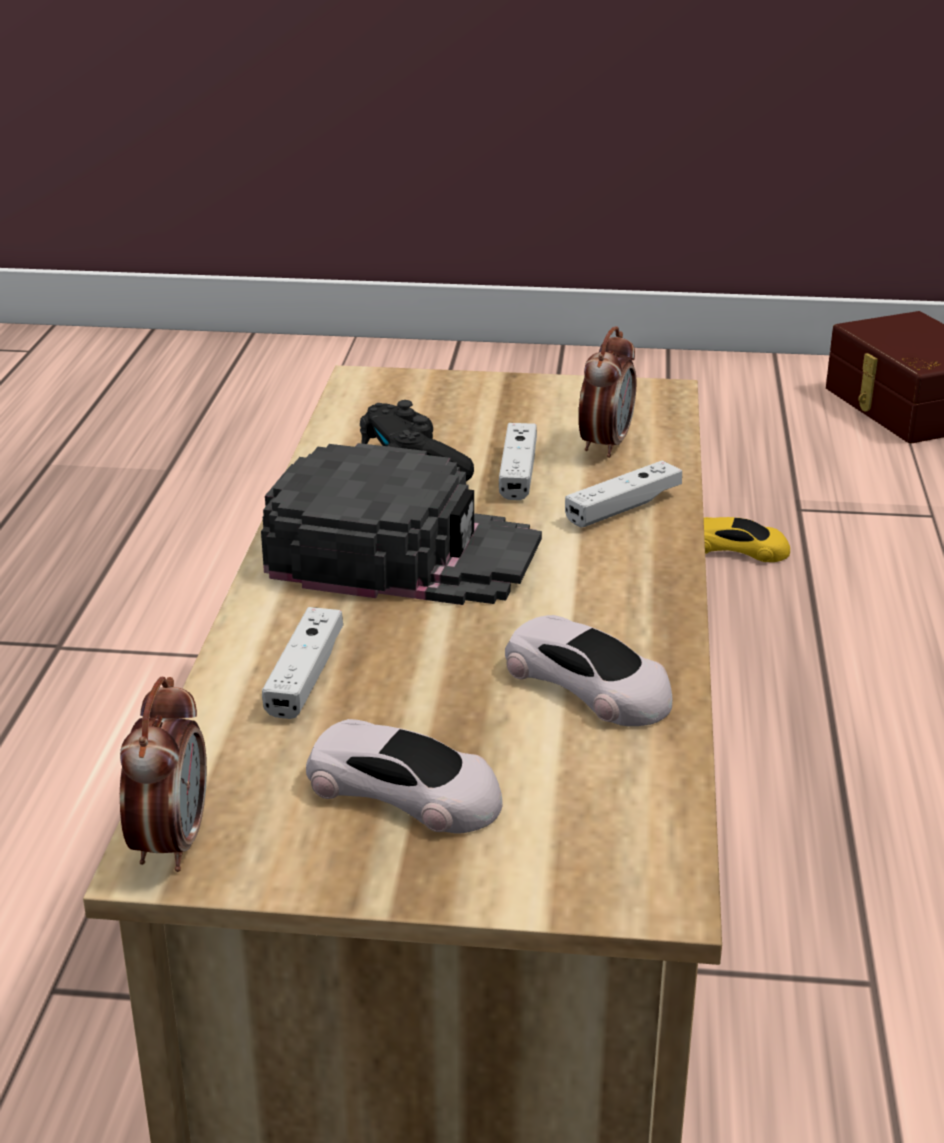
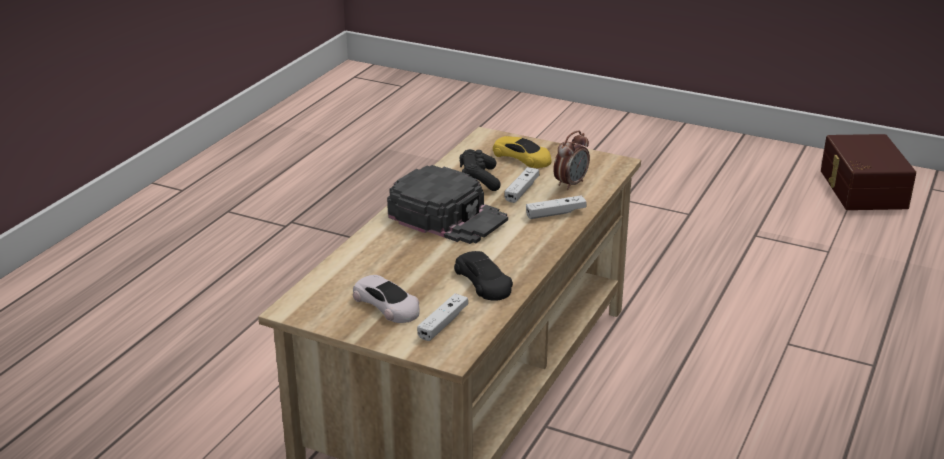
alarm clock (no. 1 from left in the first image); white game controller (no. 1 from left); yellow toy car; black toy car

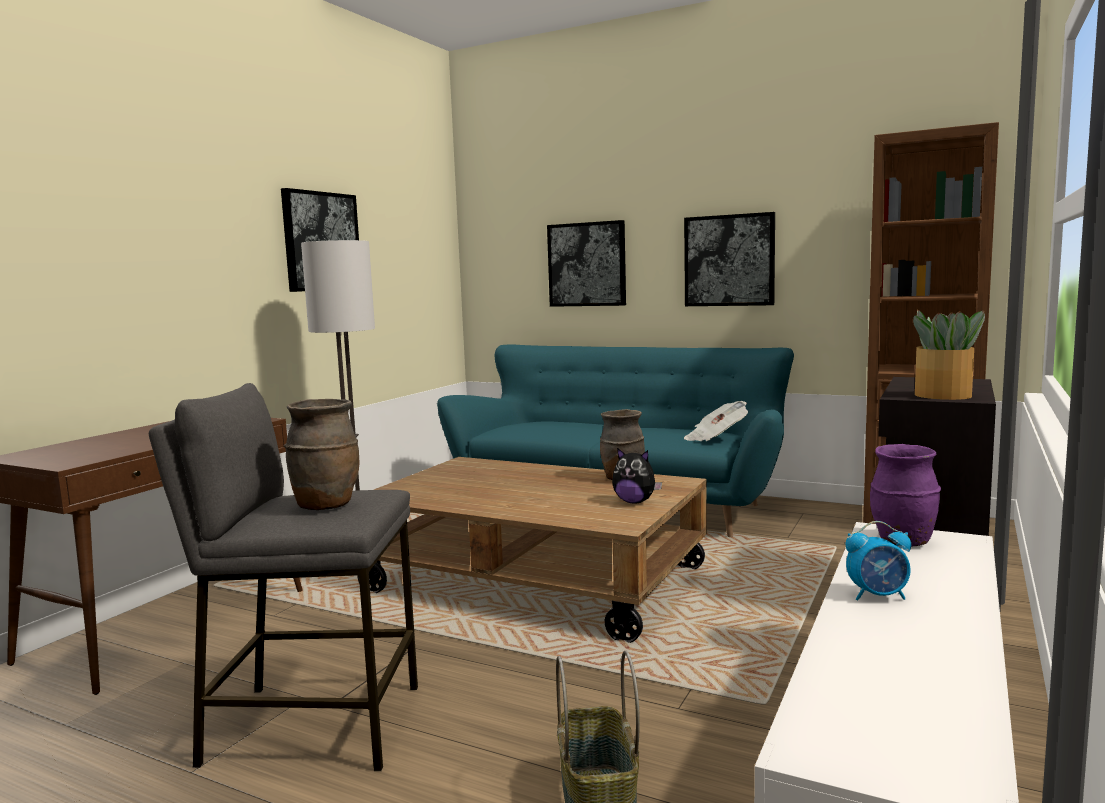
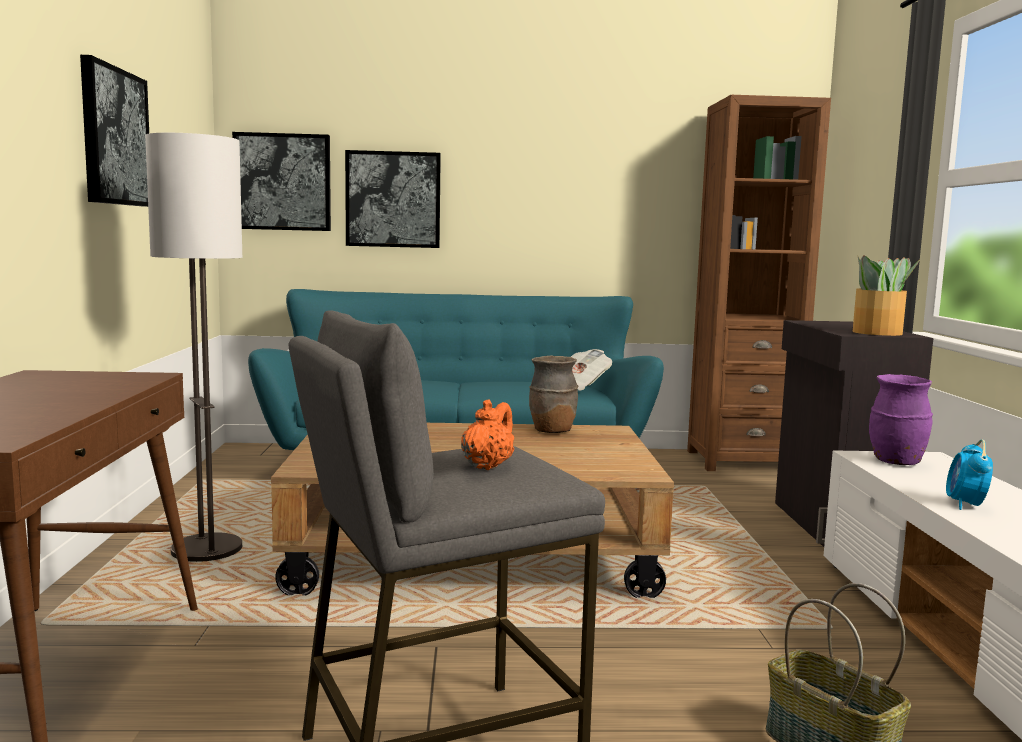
plush toy; picture (no. 2 from left); orange teapot; alarm clock

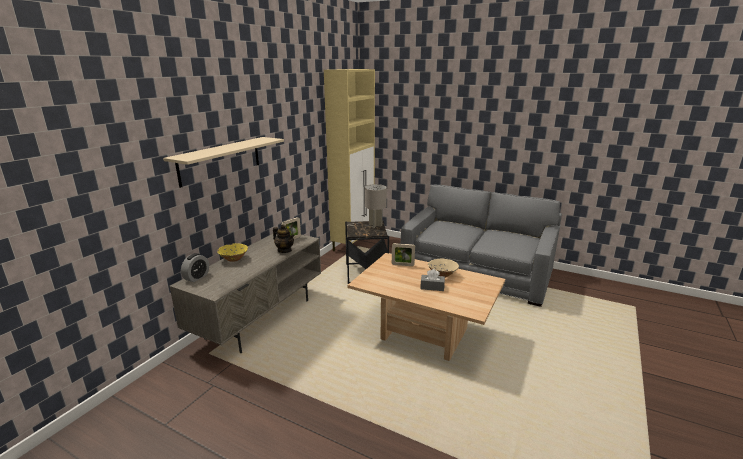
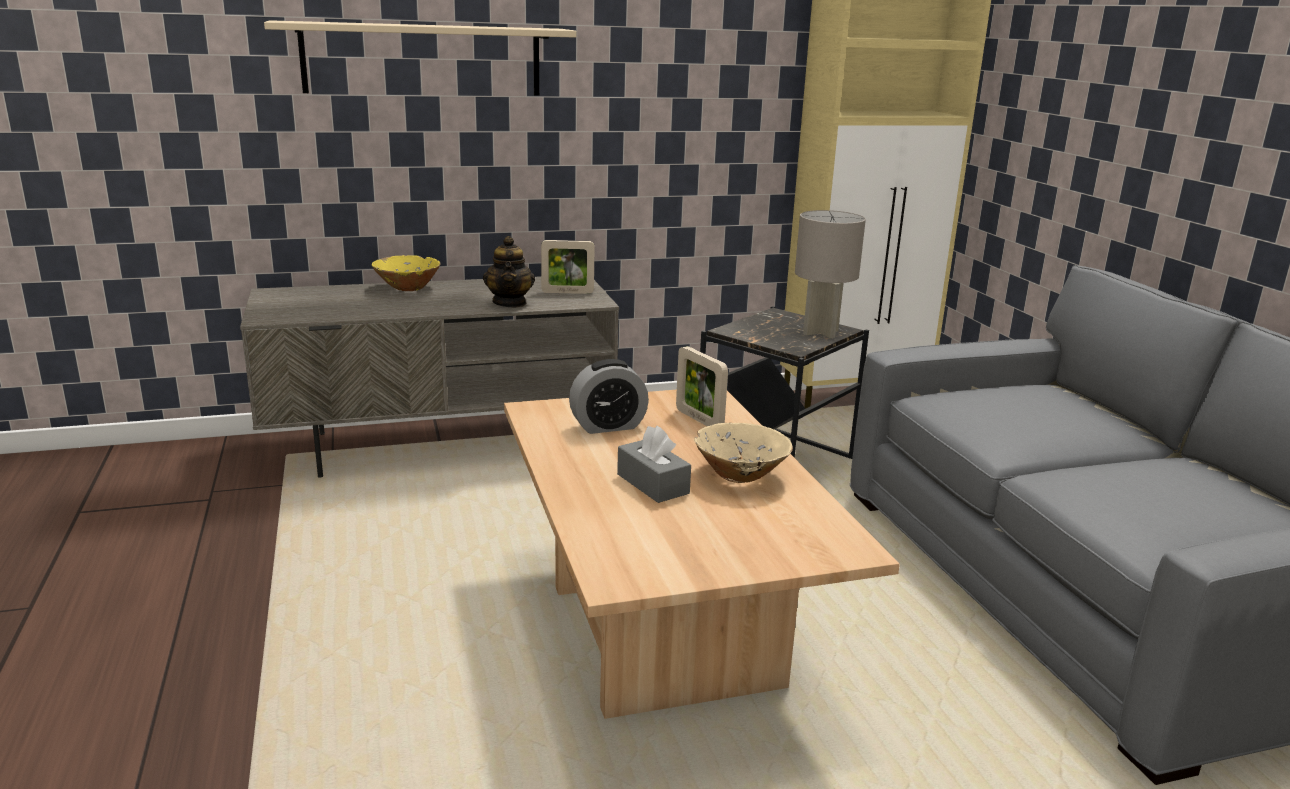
alarm clock

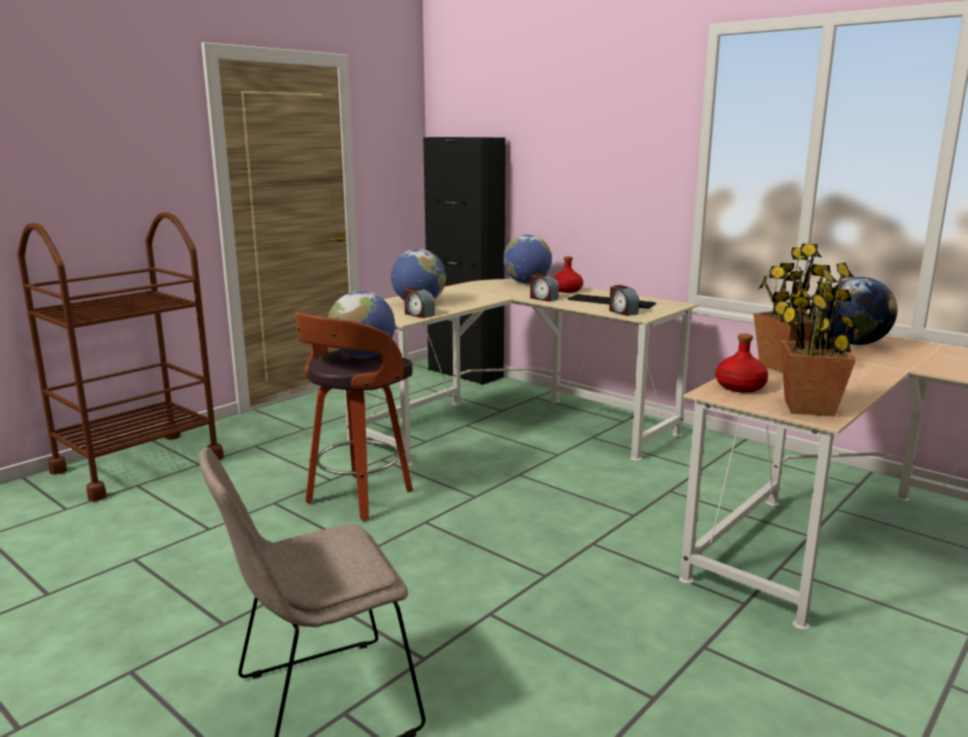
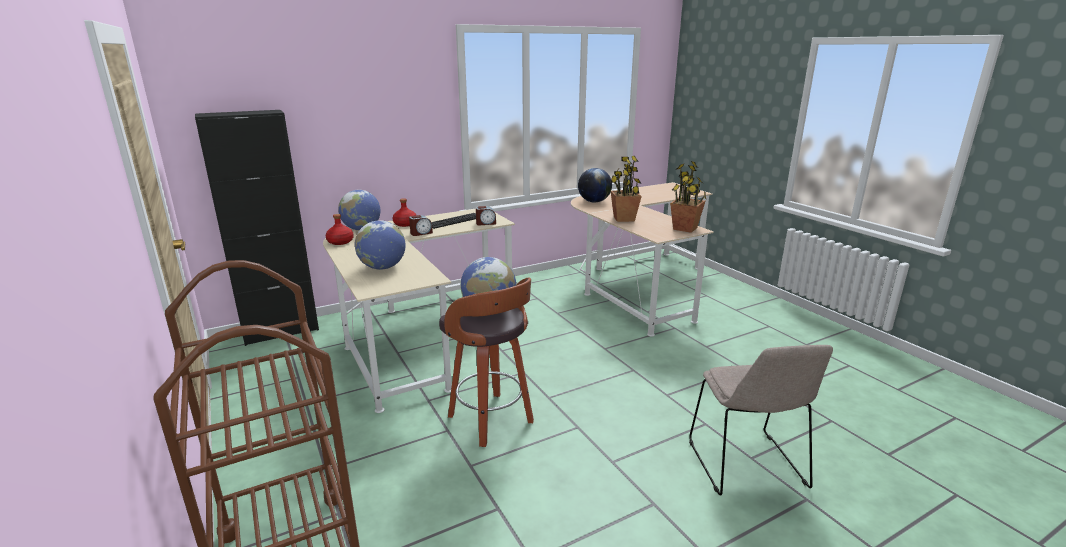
alarm clock (no. 1 from left in the first image); red bottle (no. 1 from left)

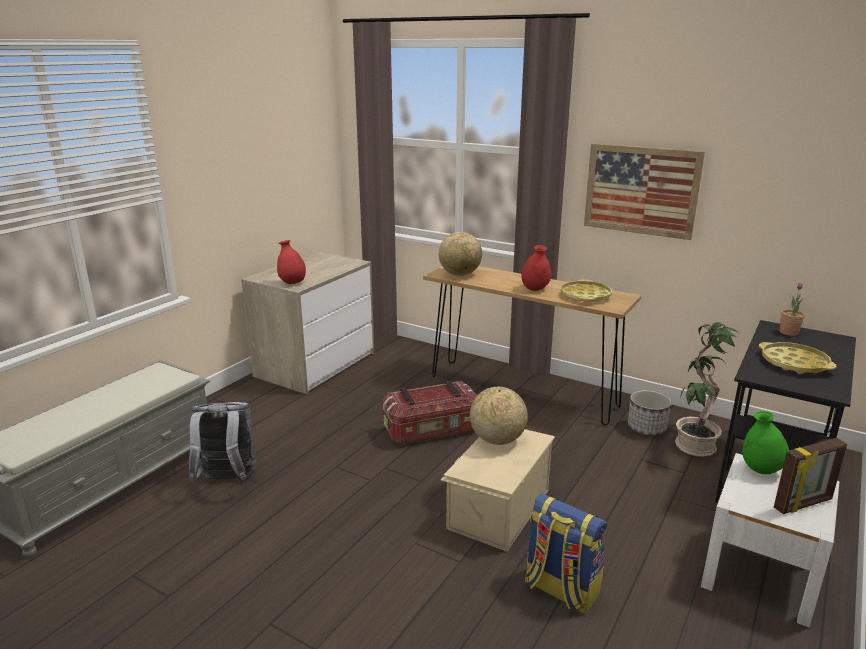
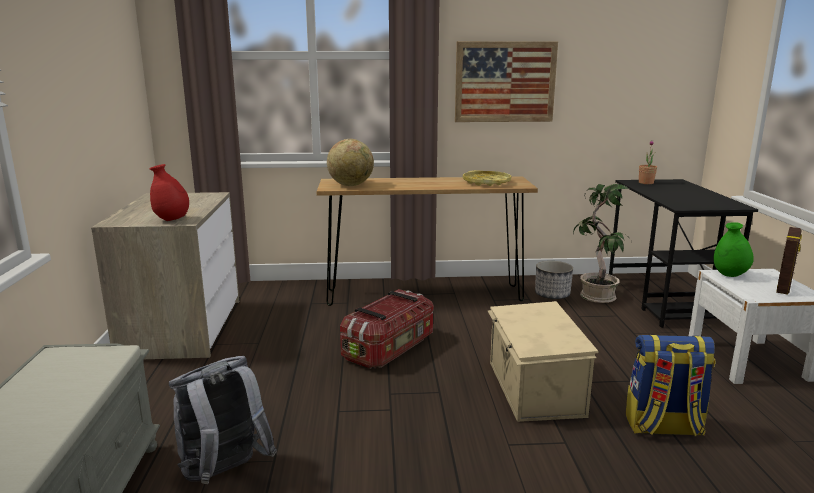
globe (no. 2 from left in the first image); red vase (no. 2 from left in the first image); yellow tray (no. 2 from left in the first image)

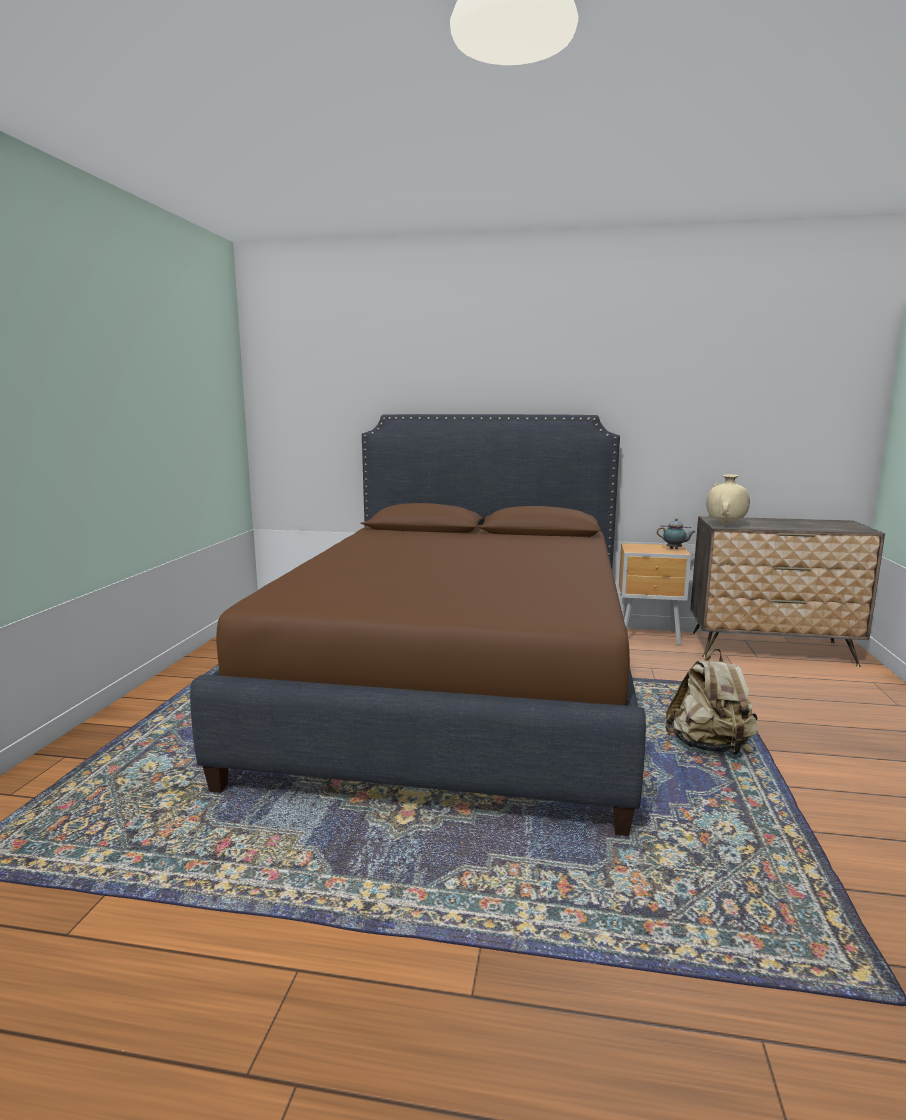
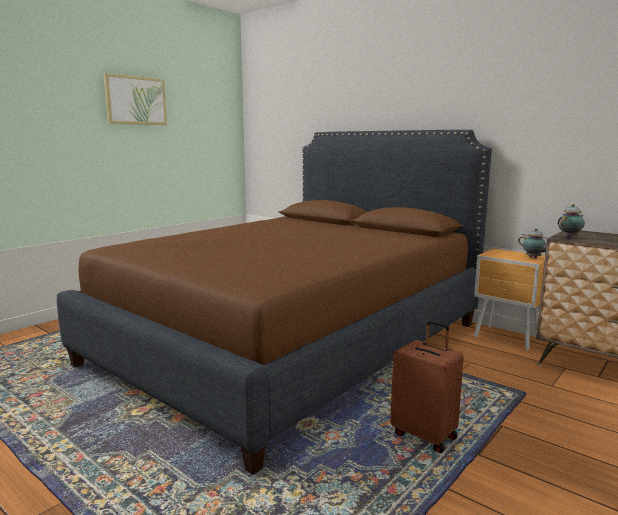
picture; brown suitcase; teapot (no. 2 from left)

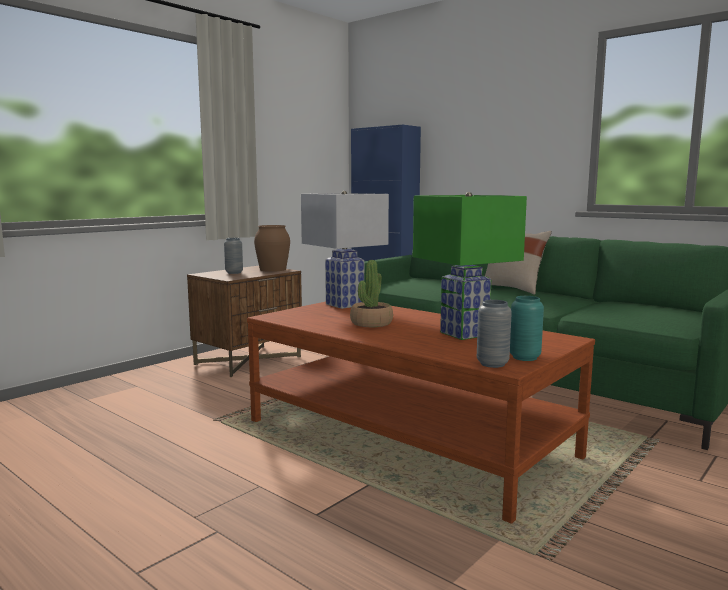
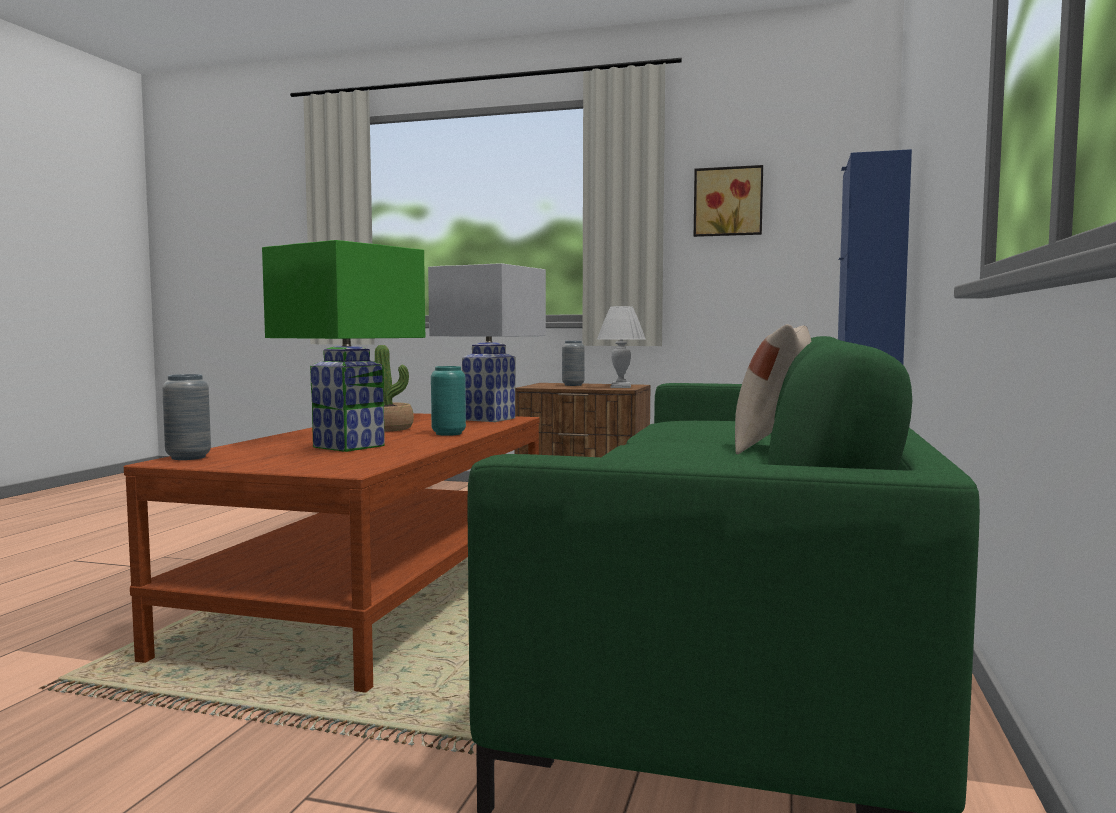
picture; turquoise vase; white table lamp (no. 2 from left)

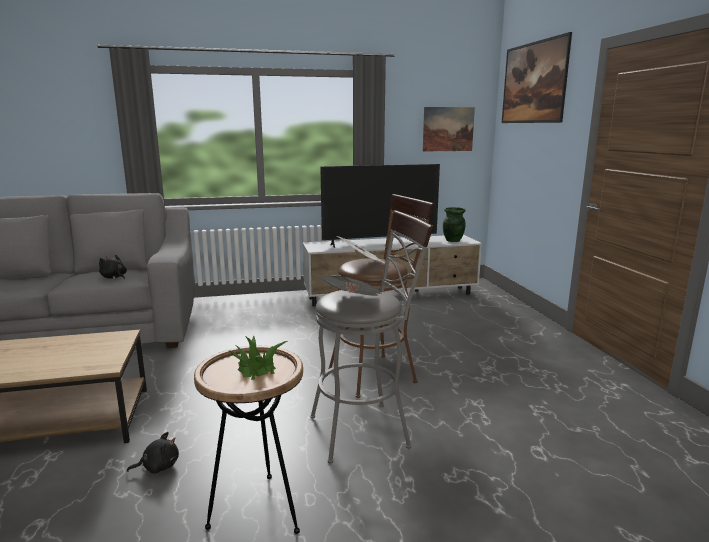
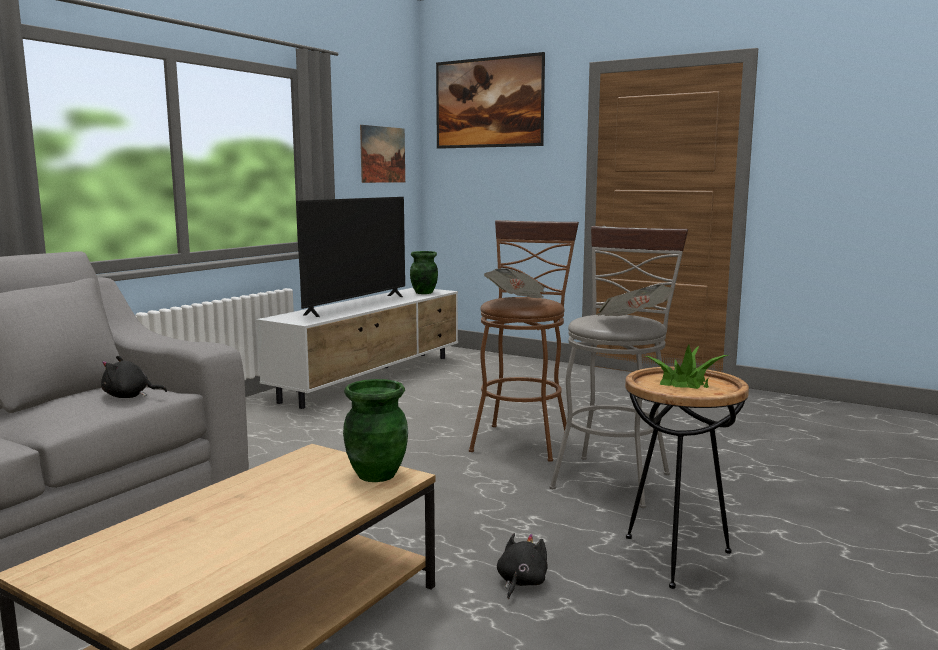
green vase (no. 1 from left)

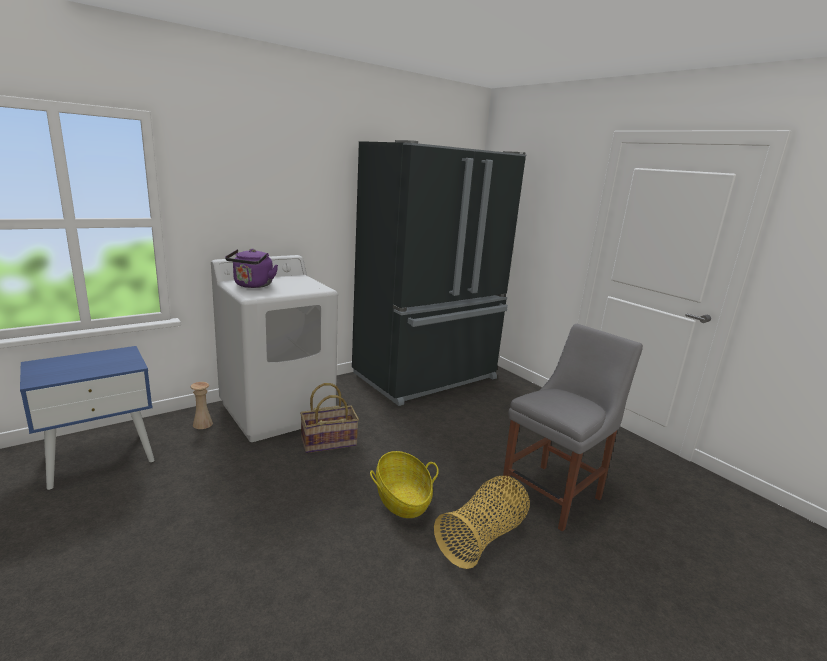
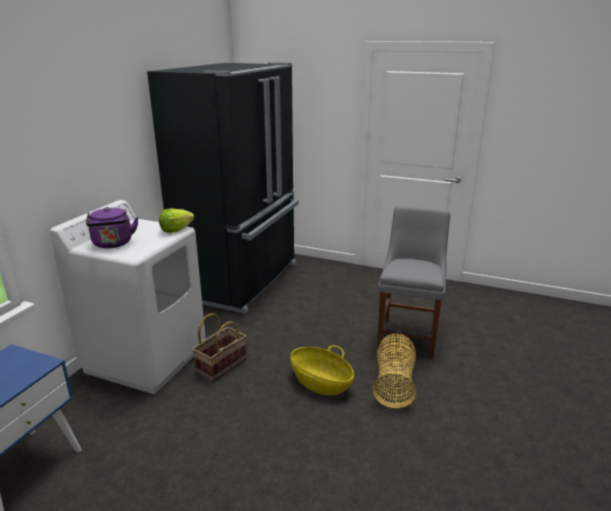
beige vase; lettuce

